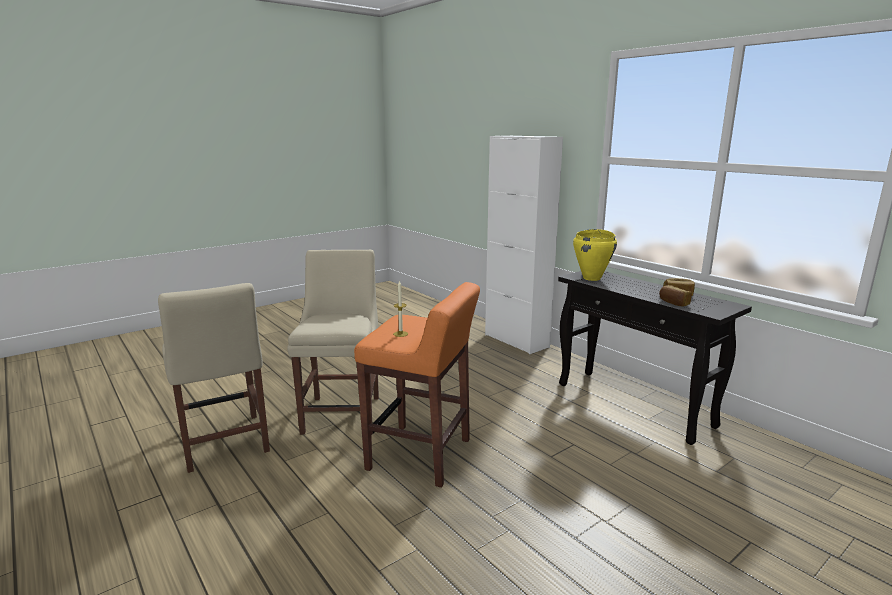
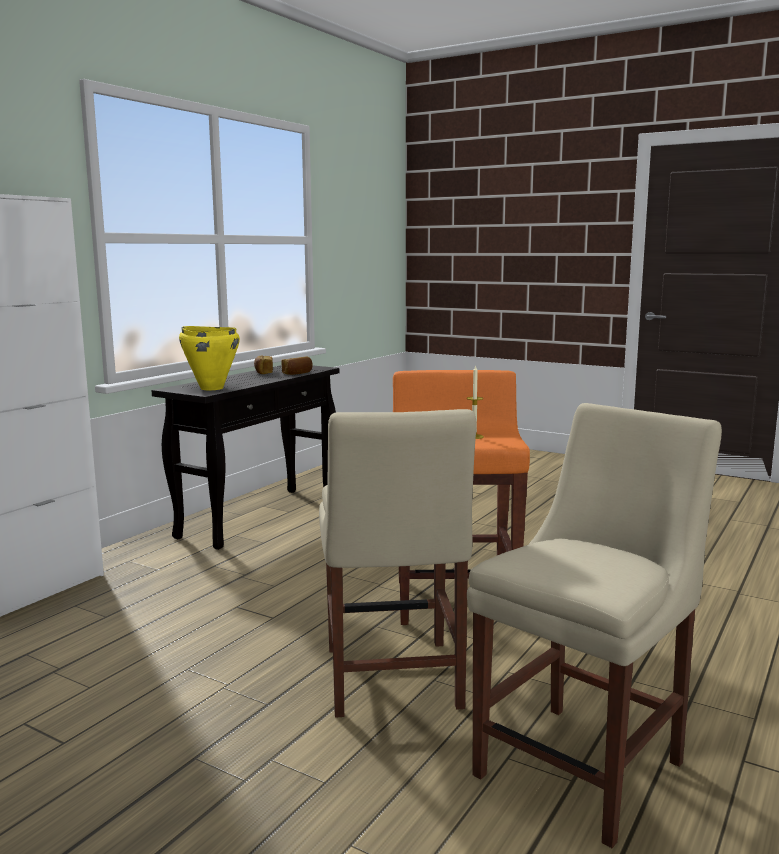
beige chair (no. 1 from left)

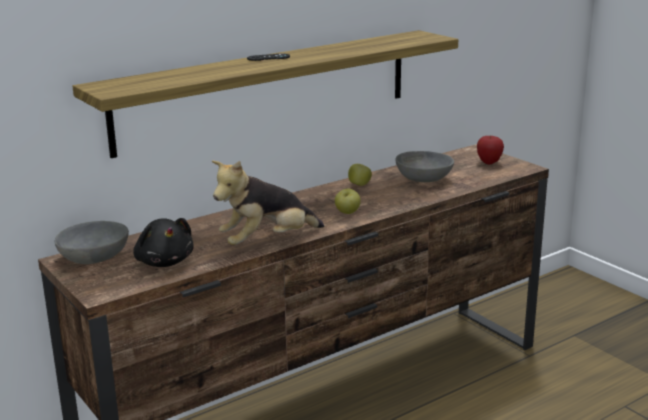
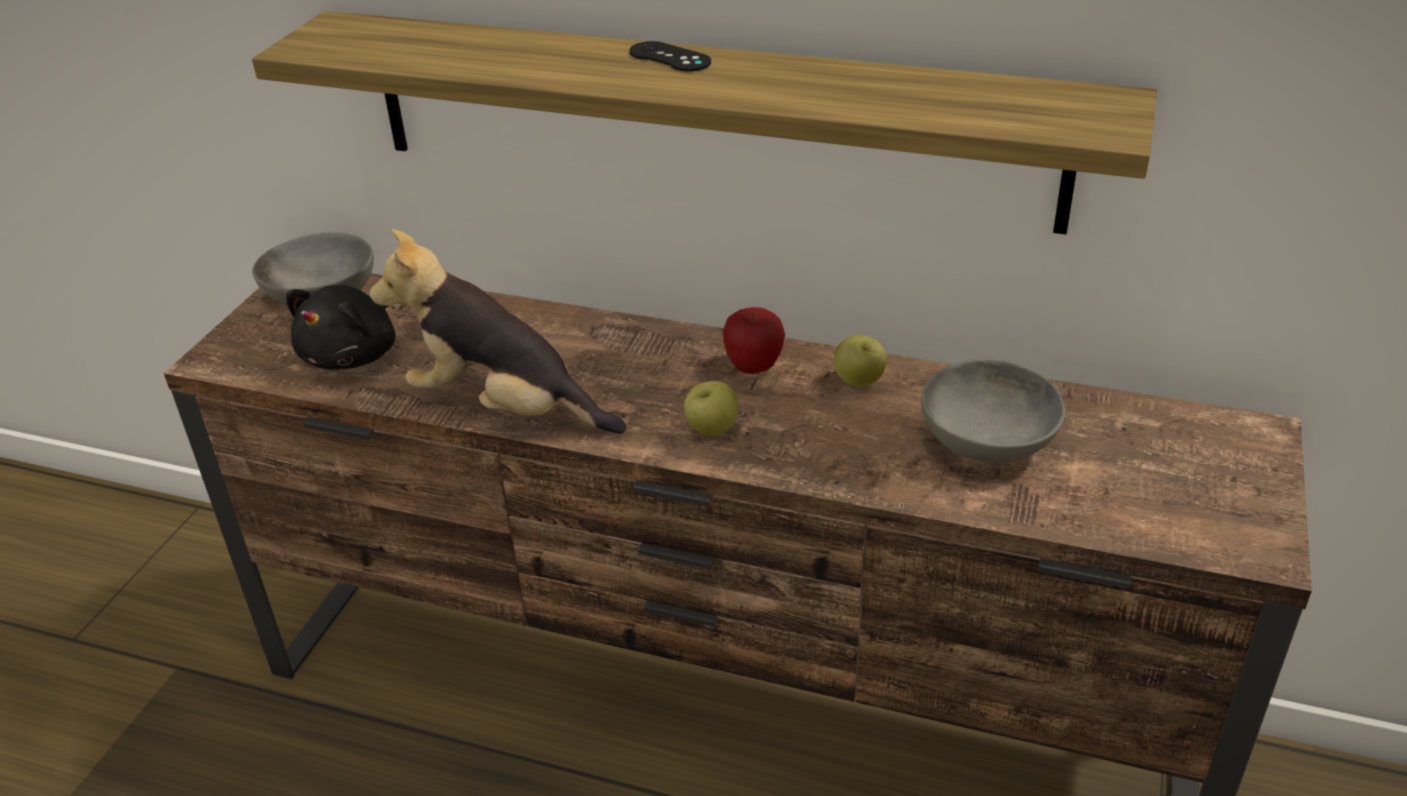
apple (no. 2 from left)

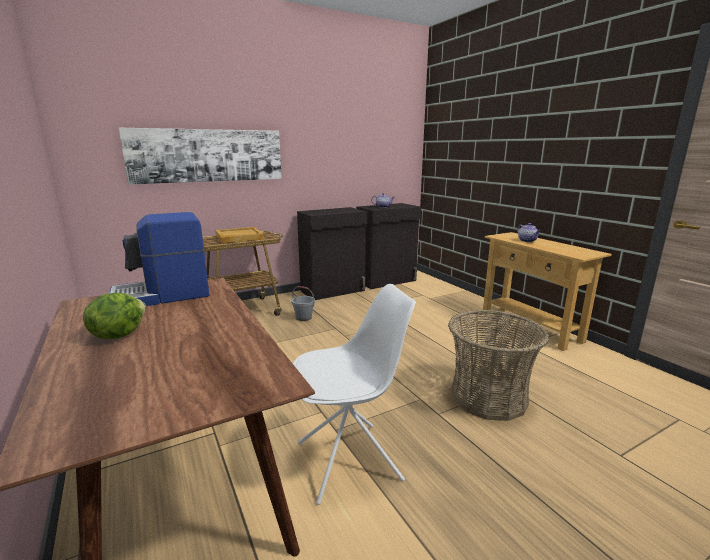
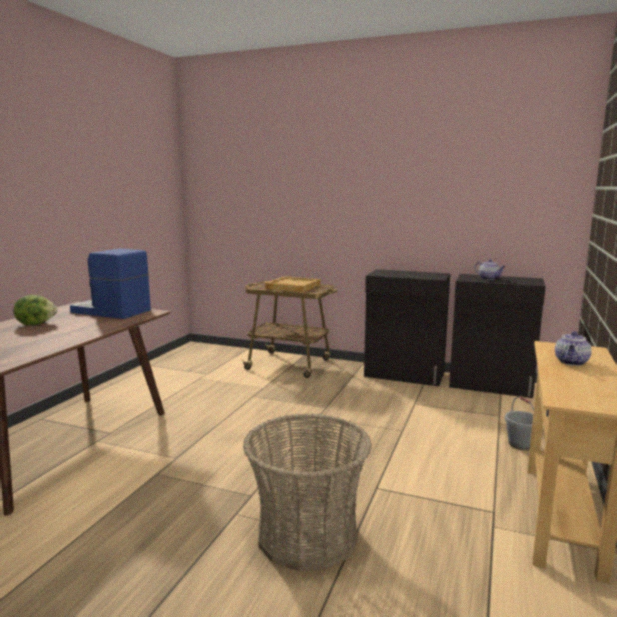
picture; white chair; grey bucket

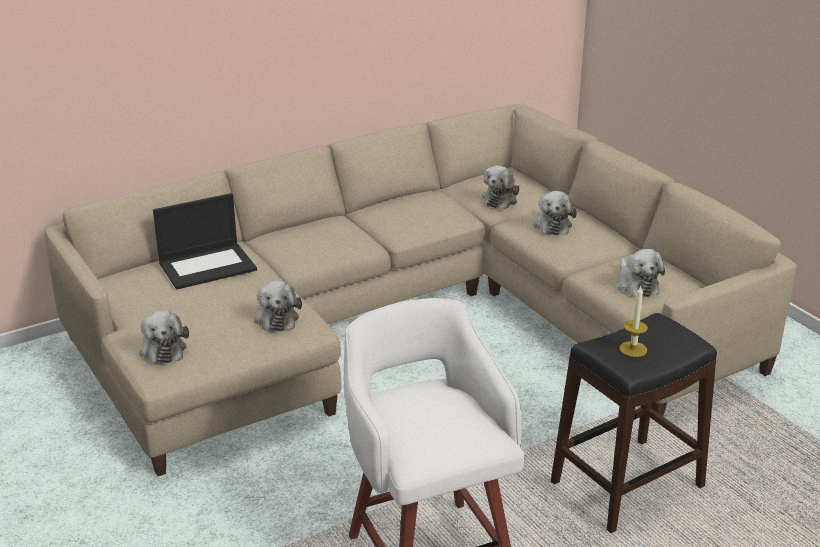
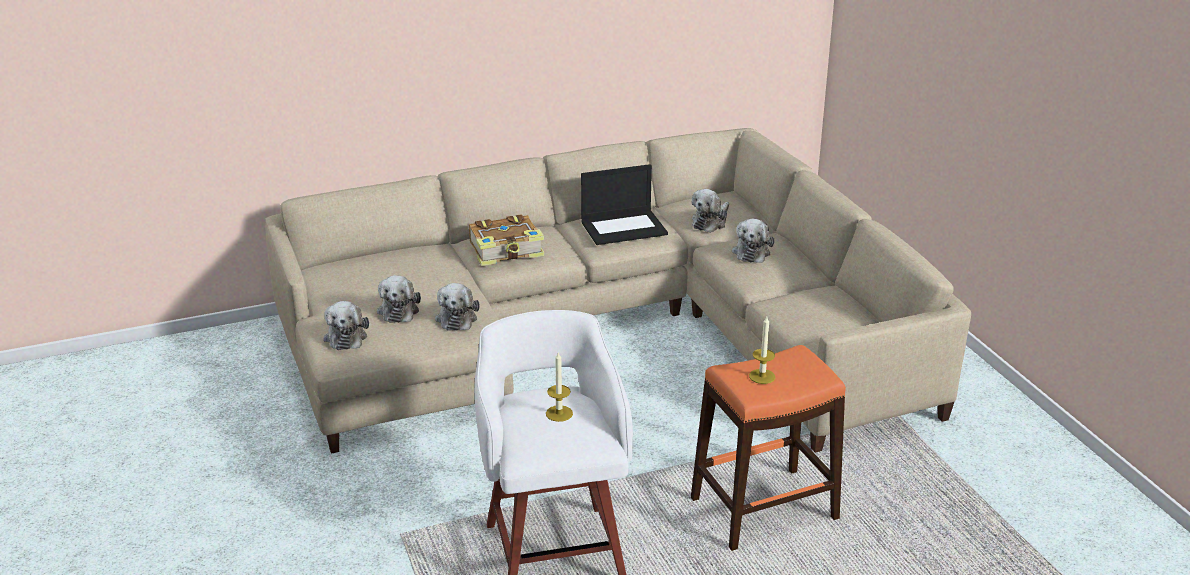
book; candle (no. 1 from left); laptop; plush toy (no. 2 from left); orange stool

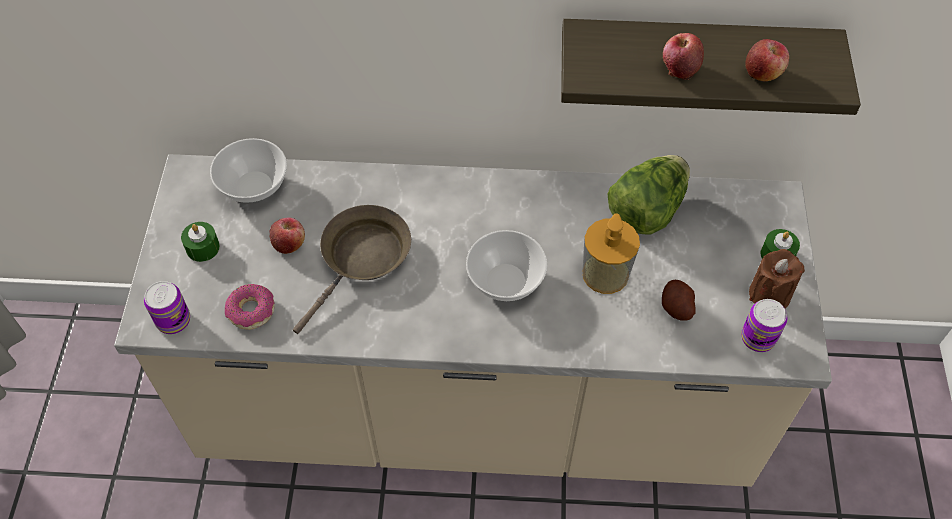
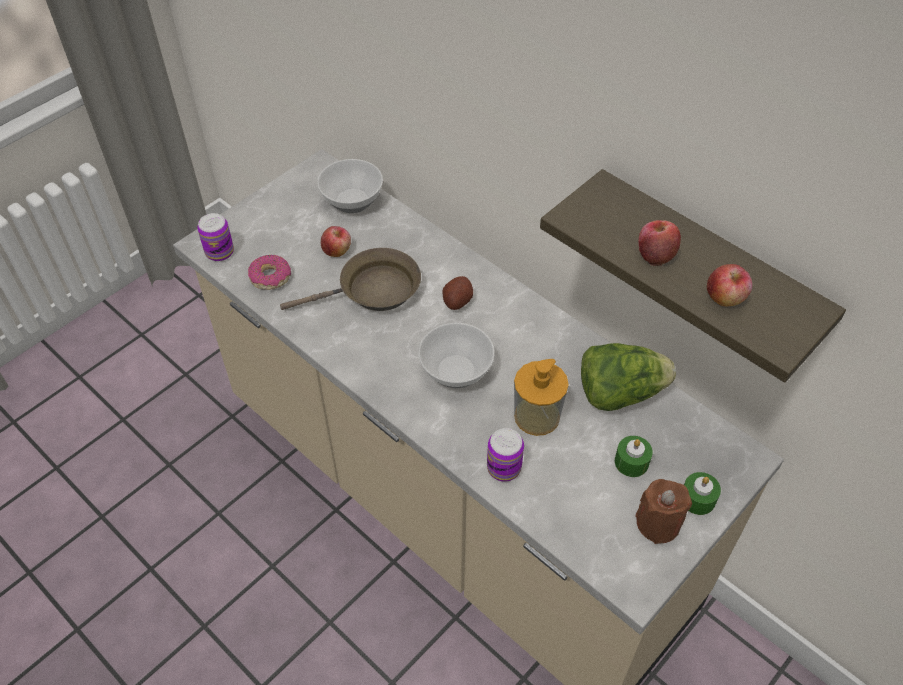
green candle (no. 1 from left); potato; can (no. 2 from left)

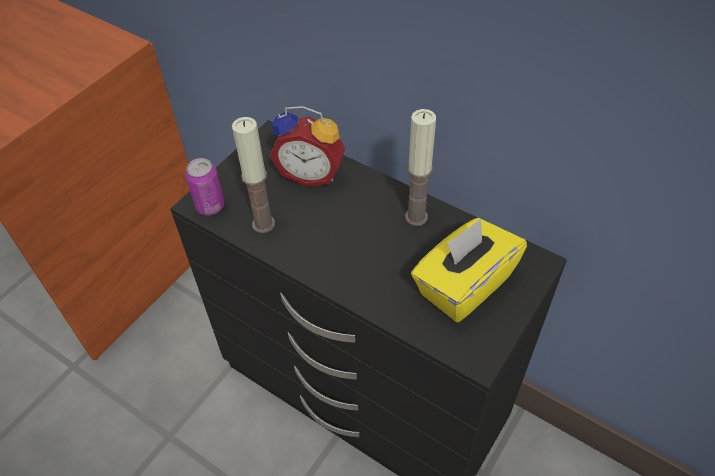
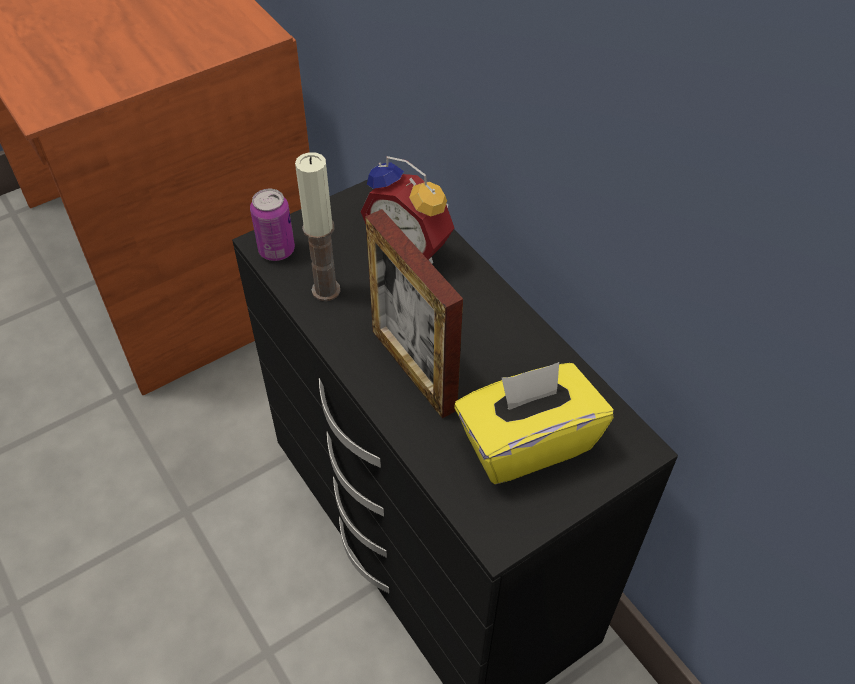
candle (no. 2 from left in the first image); picture frame

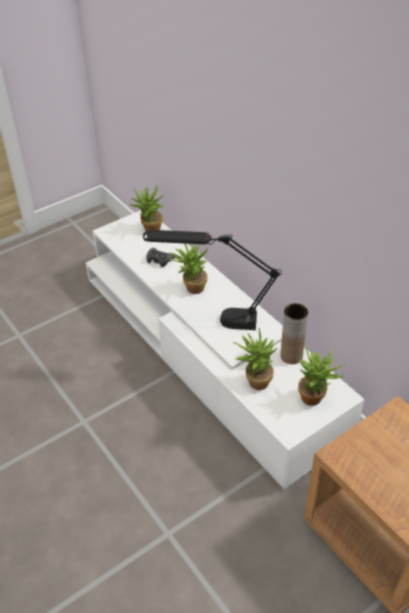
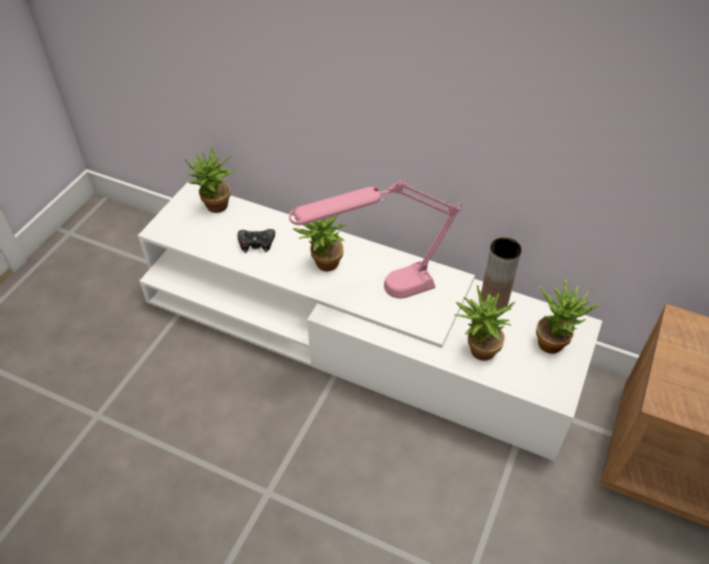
pink table lamp

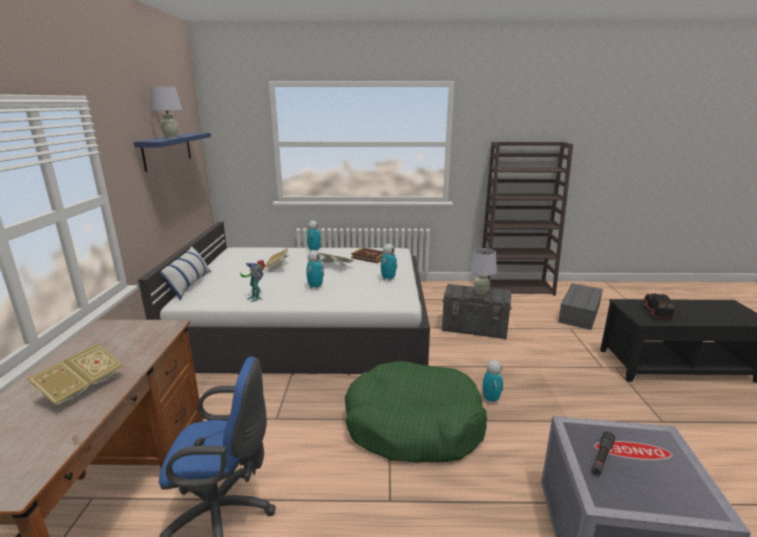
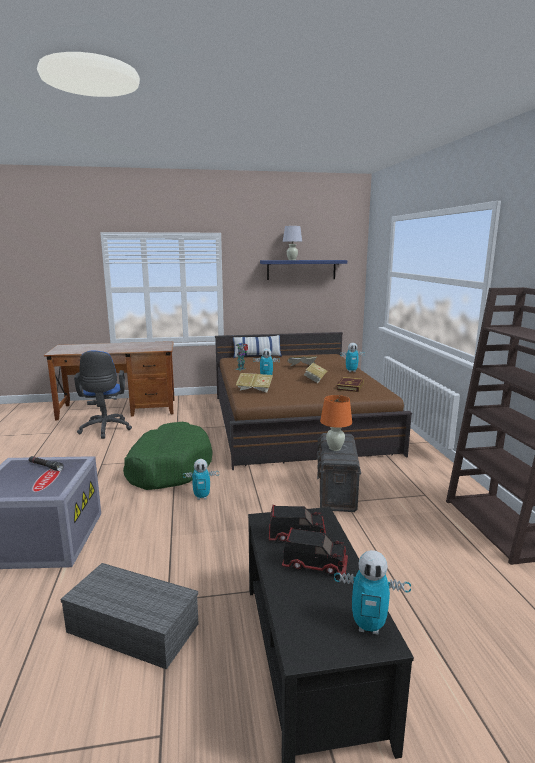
toy truck (no. 2 from left); book (no. 1 from left); toy robot (no. 5 from left); grey storage box (no. 2 from left); brown bed; orange table lamp

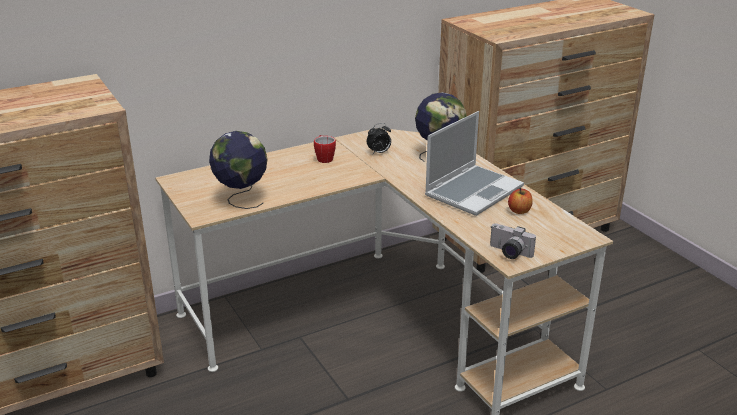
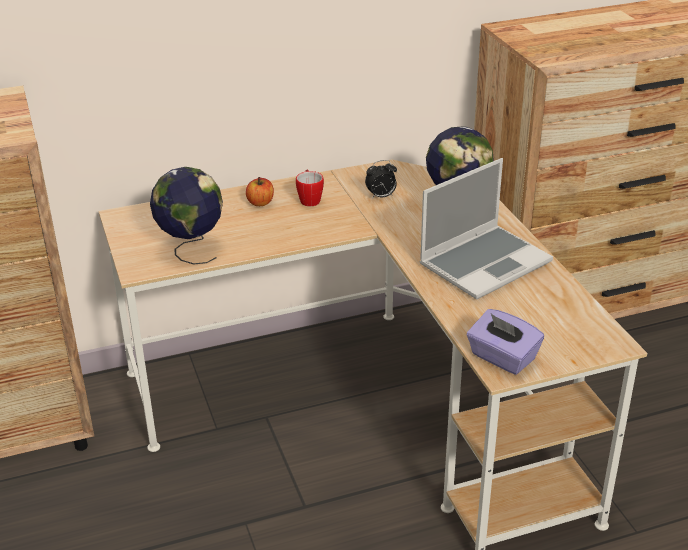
apple; purple tissue box

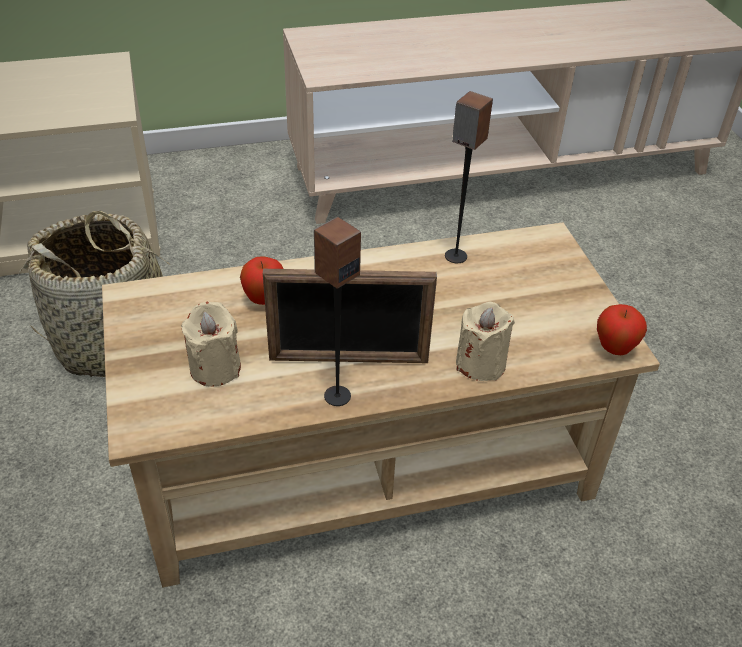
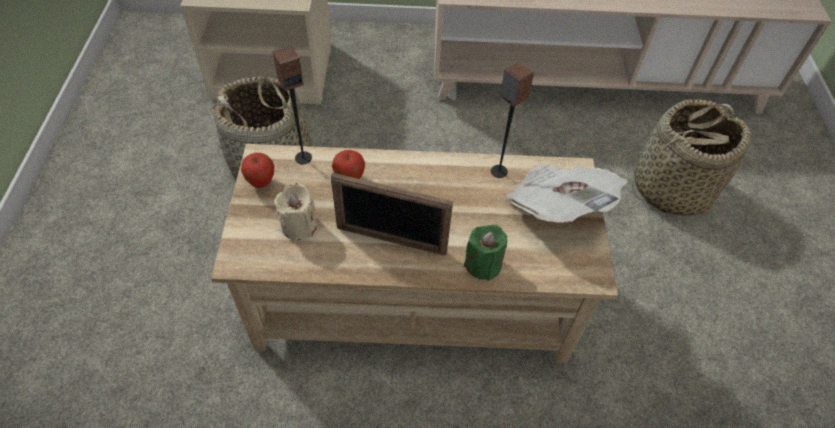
newspaper; basket (no. 2 from left); speaker (no. 1 from left); apple (no. 1 from left); green candle

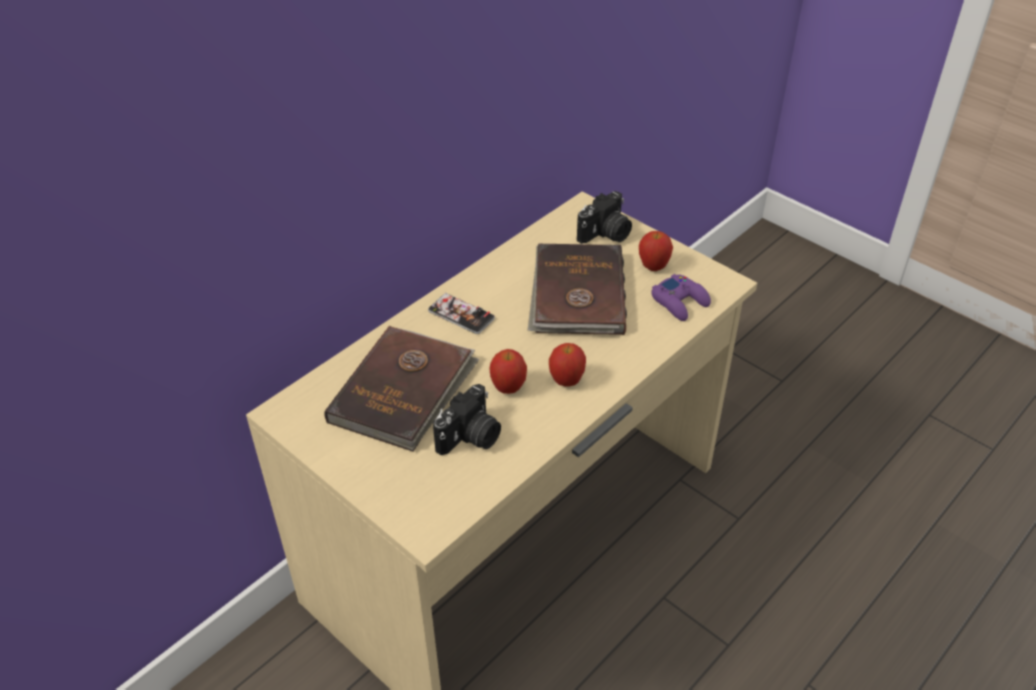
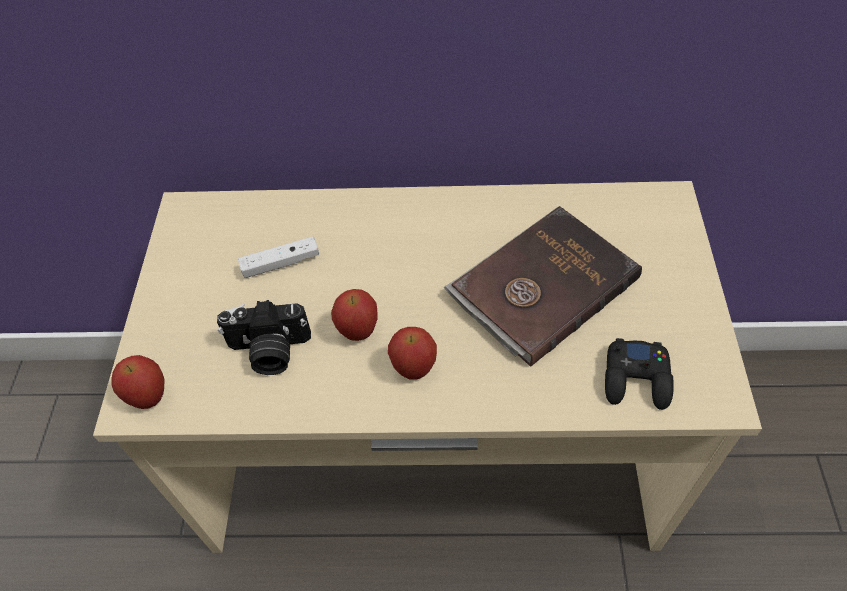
phone; photo camera (no. 2 from left in the first image); apple (no. 1 from left); white game controller; black game controller

